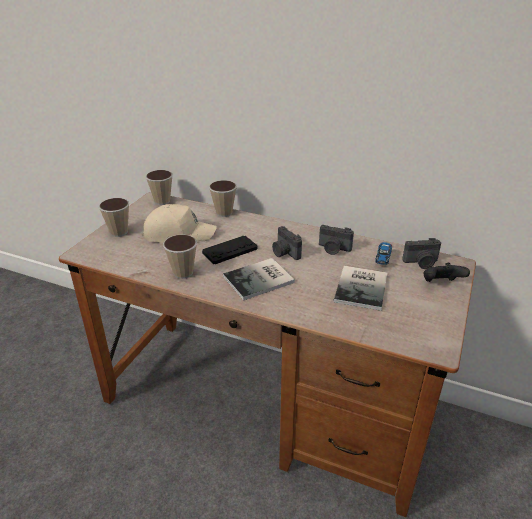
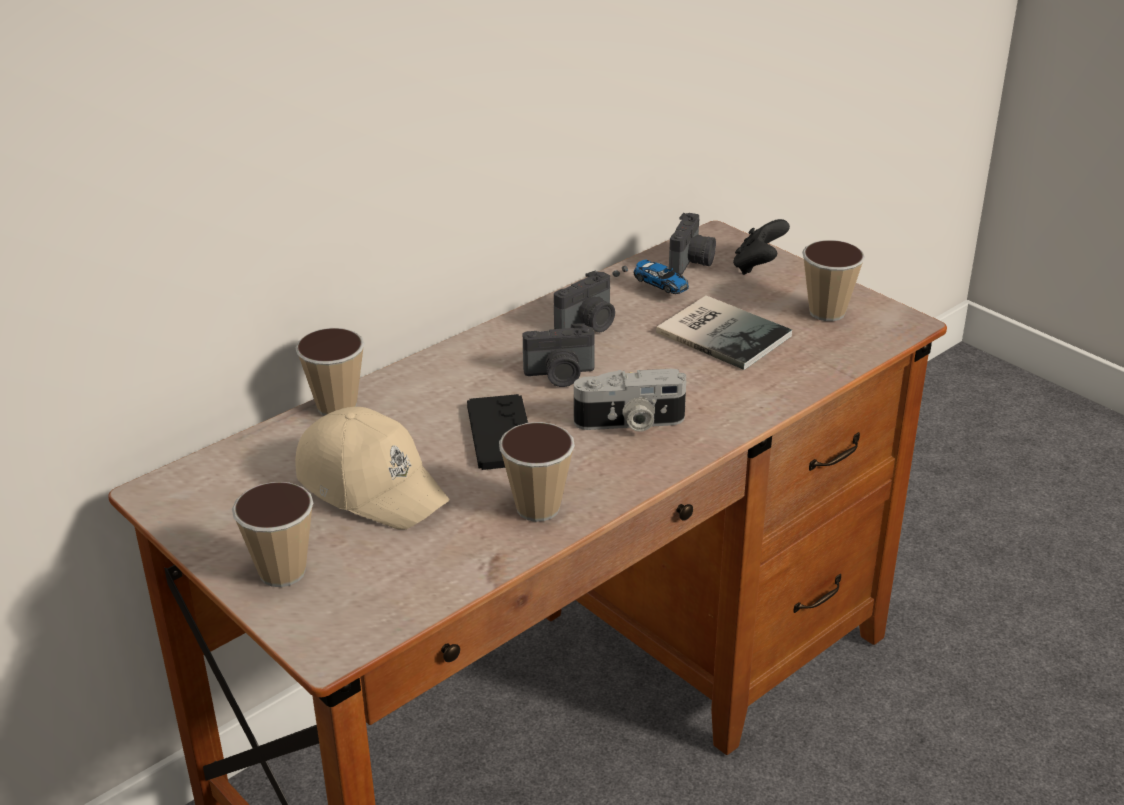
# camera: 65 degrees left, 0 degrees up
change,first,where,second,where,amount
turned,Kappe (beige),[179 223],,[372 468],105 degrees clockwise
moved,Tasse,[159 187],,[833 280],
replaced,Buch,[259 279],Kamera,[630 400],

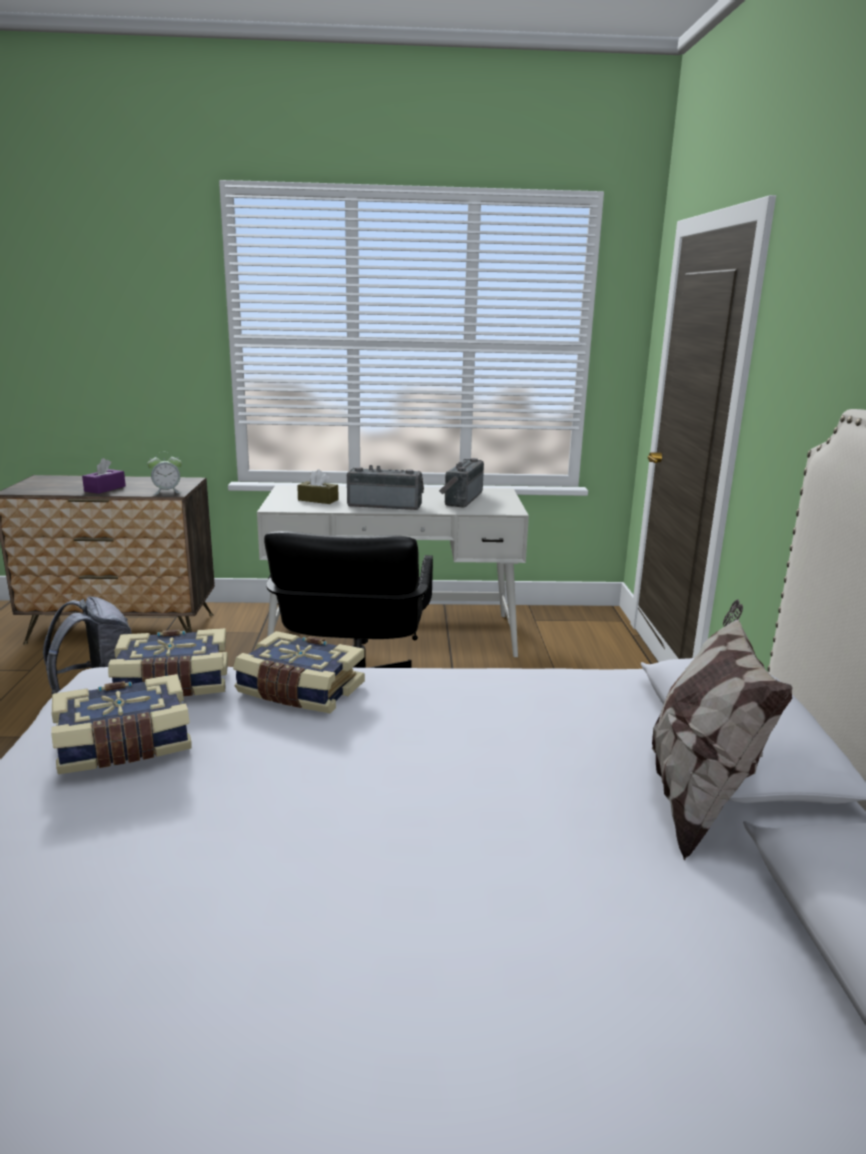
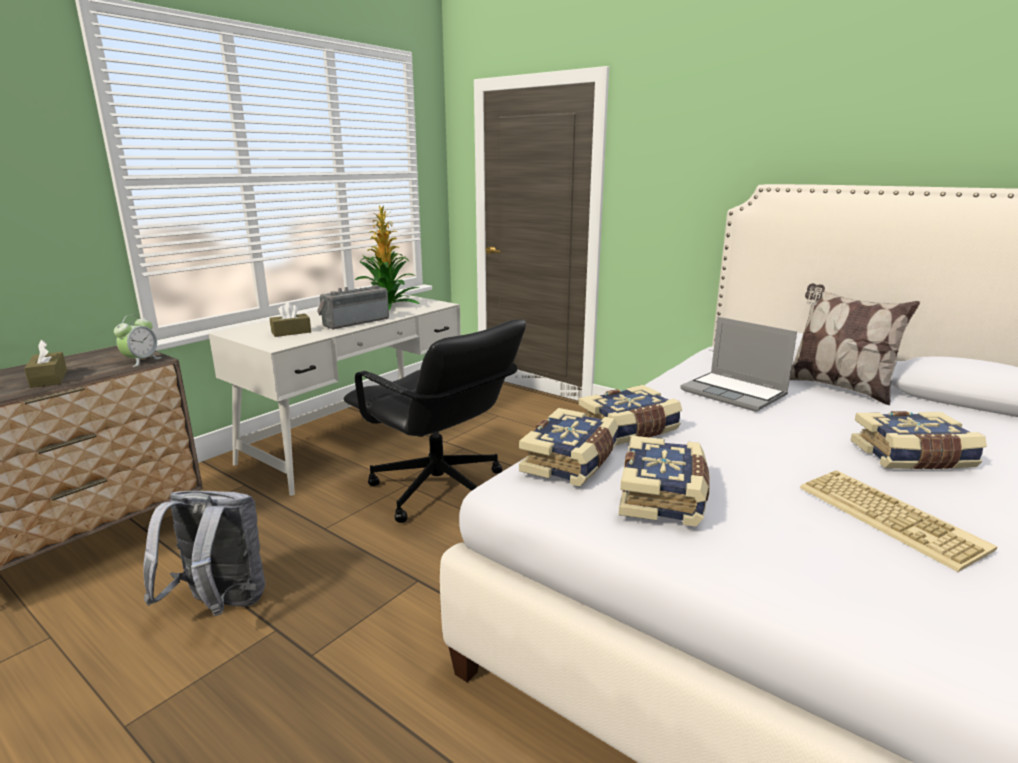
# camera: 50 degrees left, 0 degrees up
change,first,where,second,where,amount
recoloured,Taschentuchbox (lila),[104 476],Taschentuchbox (braun),[45 364],
replaced,Radio,[461 483],Topfpflanze,[387 258],
added,,,Laptop,[738 364],
added,,,Tastatur,[898 521],
added,,,Buch,[919 440],

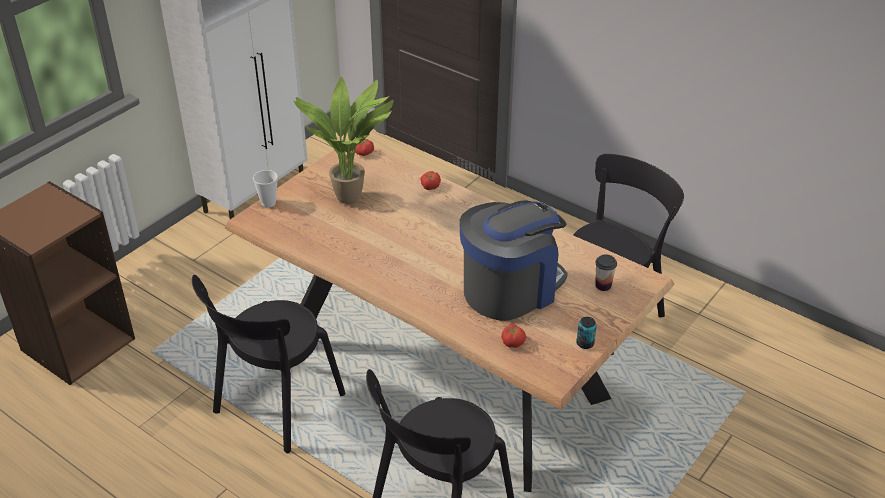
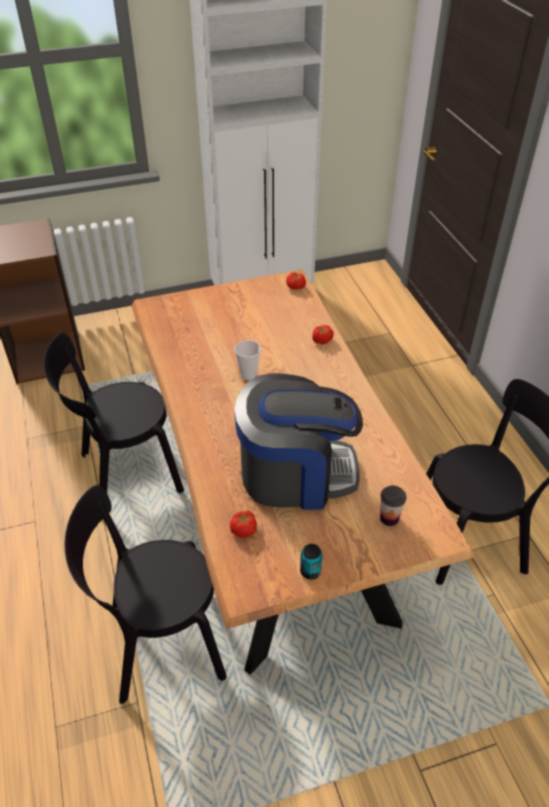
# camera: 35 degrees right, 5 degrees up
change,first,where,second,where,amount
moved,Tasse,[265 189],,[247 360],
removed,Topfpflanze,[344 140],,,

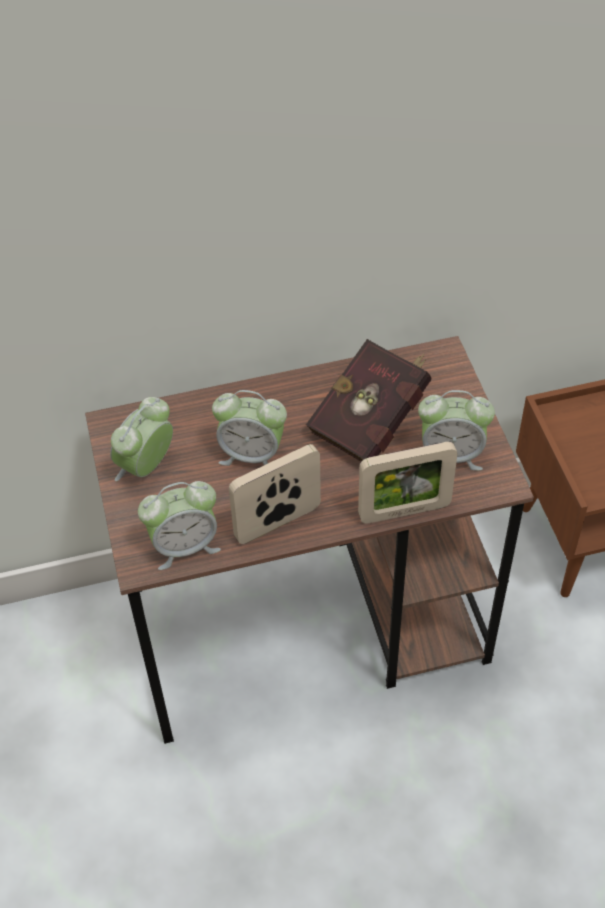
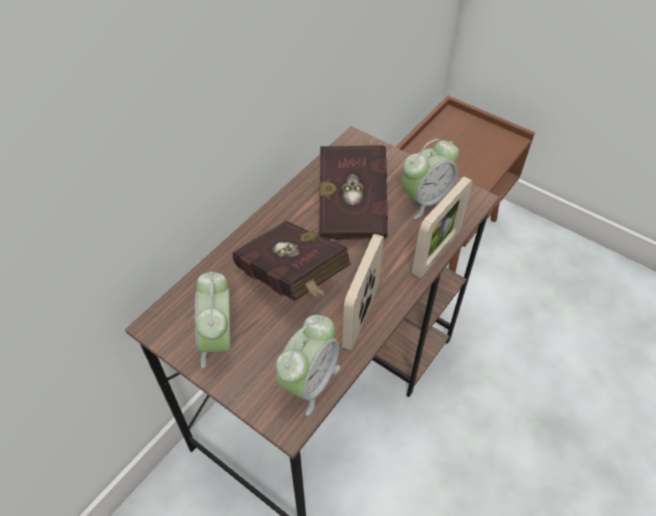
# camera: 40 degrees left, 0 degrees up
change,first,where,second,where,amount
replaced,Wecker,[249 428],Buch (rot),[291 261],

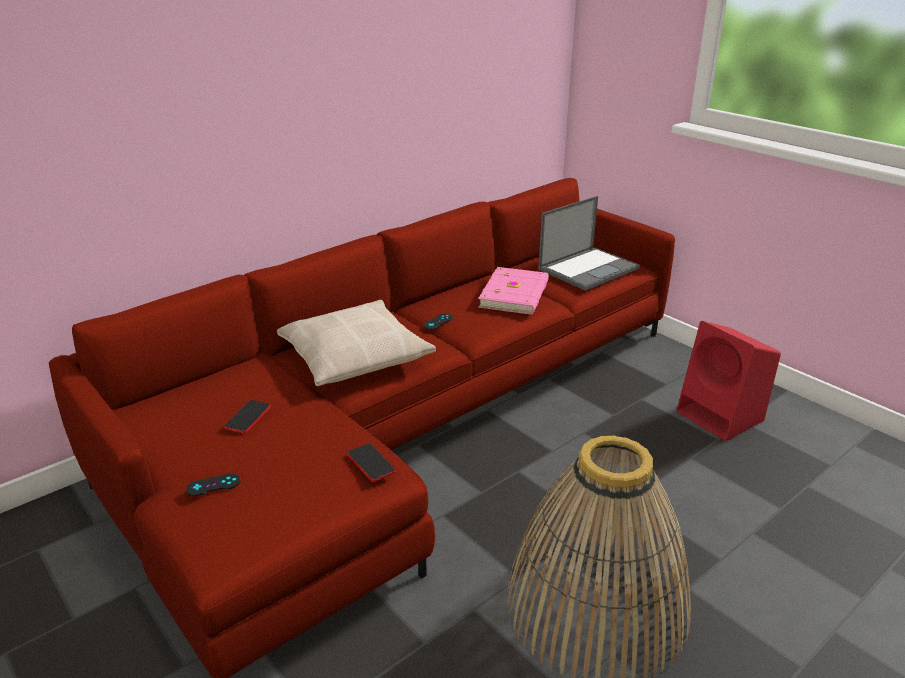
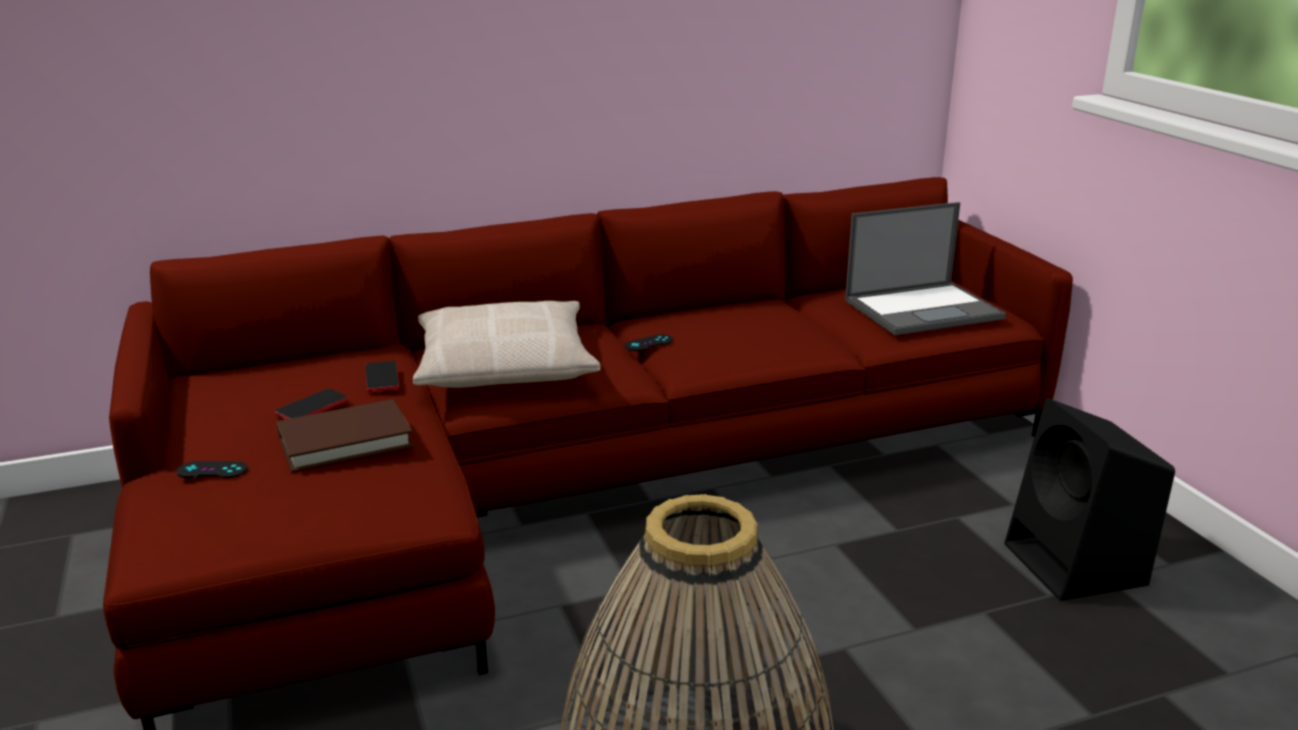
# camera: 20 degrees right, 5 degrees down
change,first,where,second,where,amount
moved,Handy,[371 463],,[382 376],
removed,Buch (rosa),[513 291],,,
recoloured,Lautsprecher (rot),[729 381],Lautsprecher (schwarz),[1090 499],
added,,,Buch (braun),[345 436],

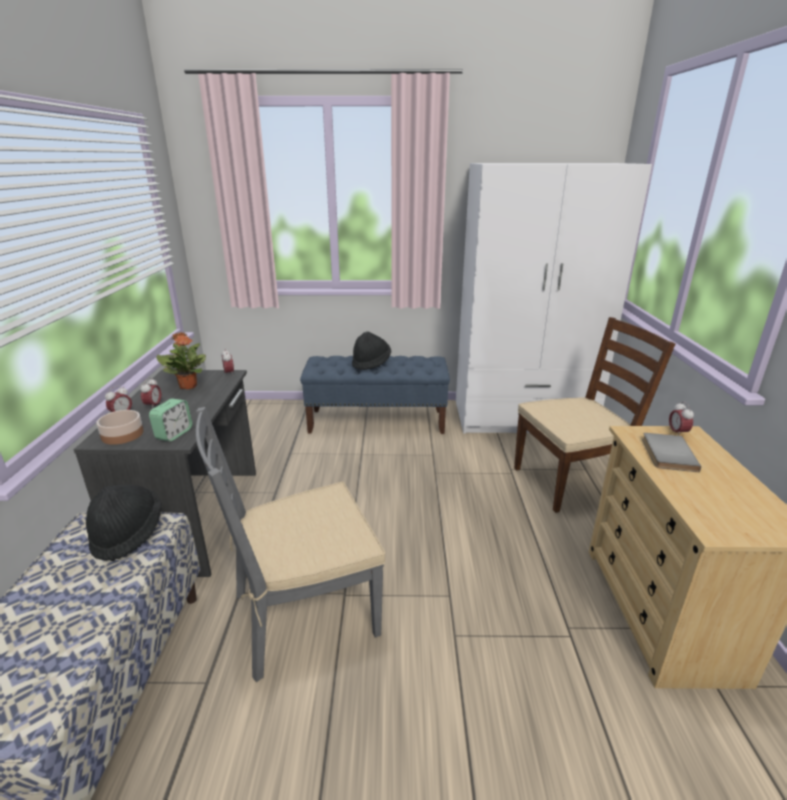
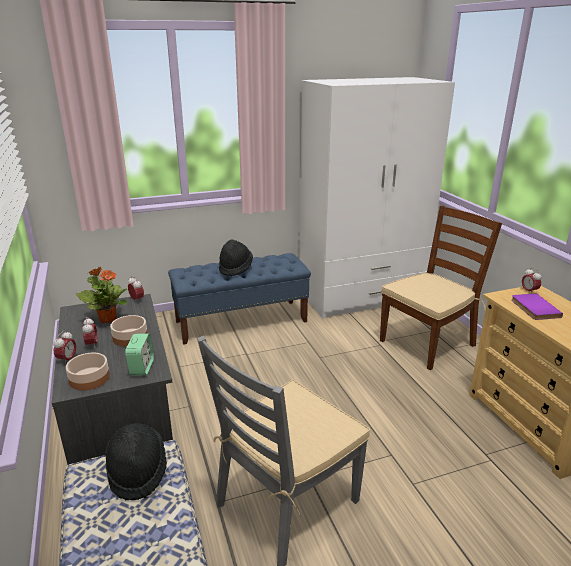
# camera: 20 degrees left, 0 degrees up
change,first,where,second,where,amount
recoloured,Buch (grau),[671 452],Buch (lila),[537 306],
added,,,Schüssel,[128 331],

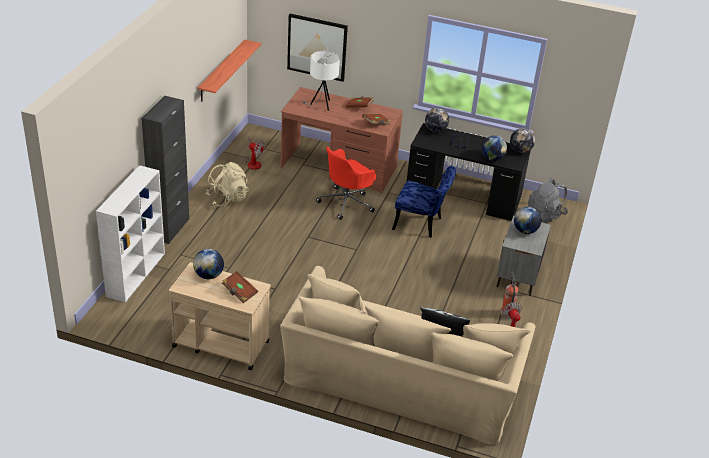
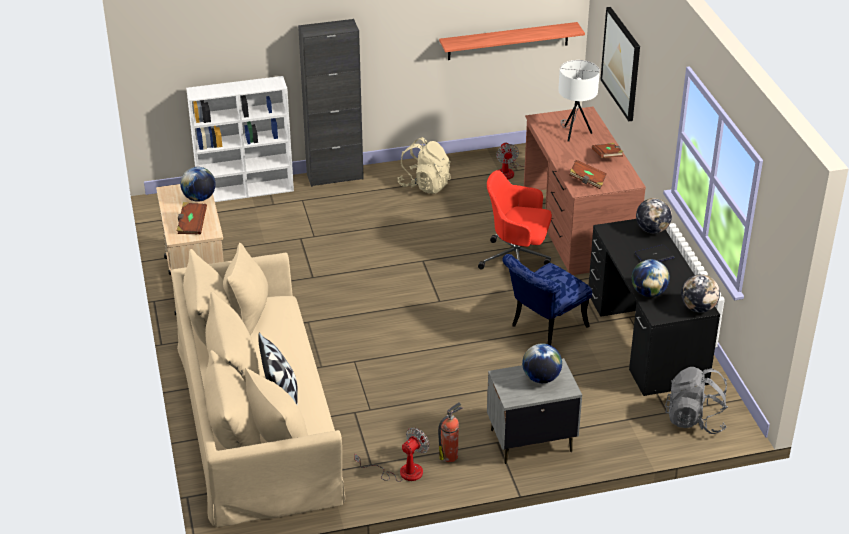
# camera: 60 degrees right, 0 degrees up
change,first,where,second,where,amount
turned,Stuhl (blau),[424 202],,[547 299],60 degrees clockwise

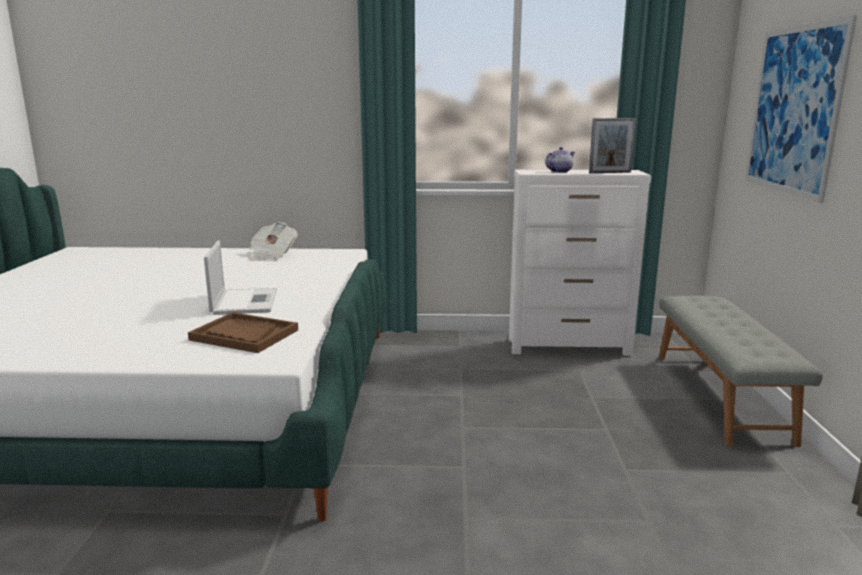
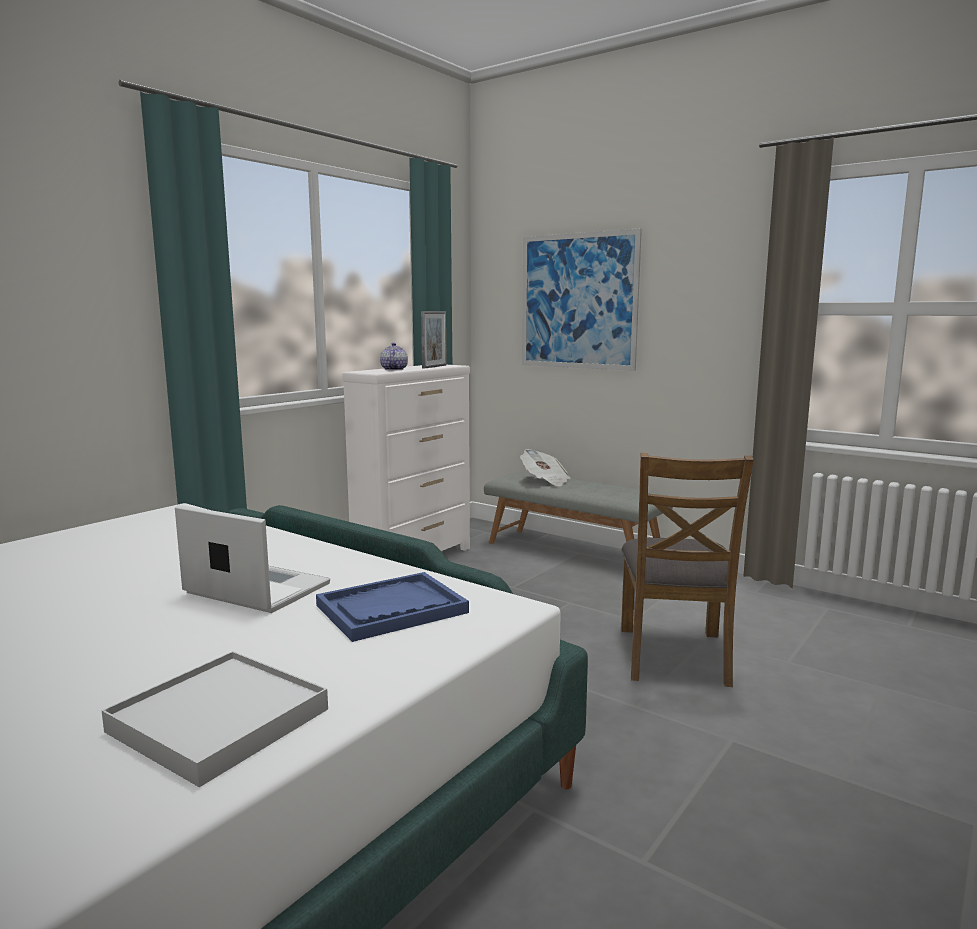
# camera: 55 degrees left, 5 degrees down
change,first,where,second,where,amount
recoloured,Tablett (braun),[243 332],Tablett (blau),[392 607],
moved,Zeitung,[273 241],,[545 467],
added,,,Tablett (weiß),[214 719],
added,,,Stuhl (braun),[687 570],

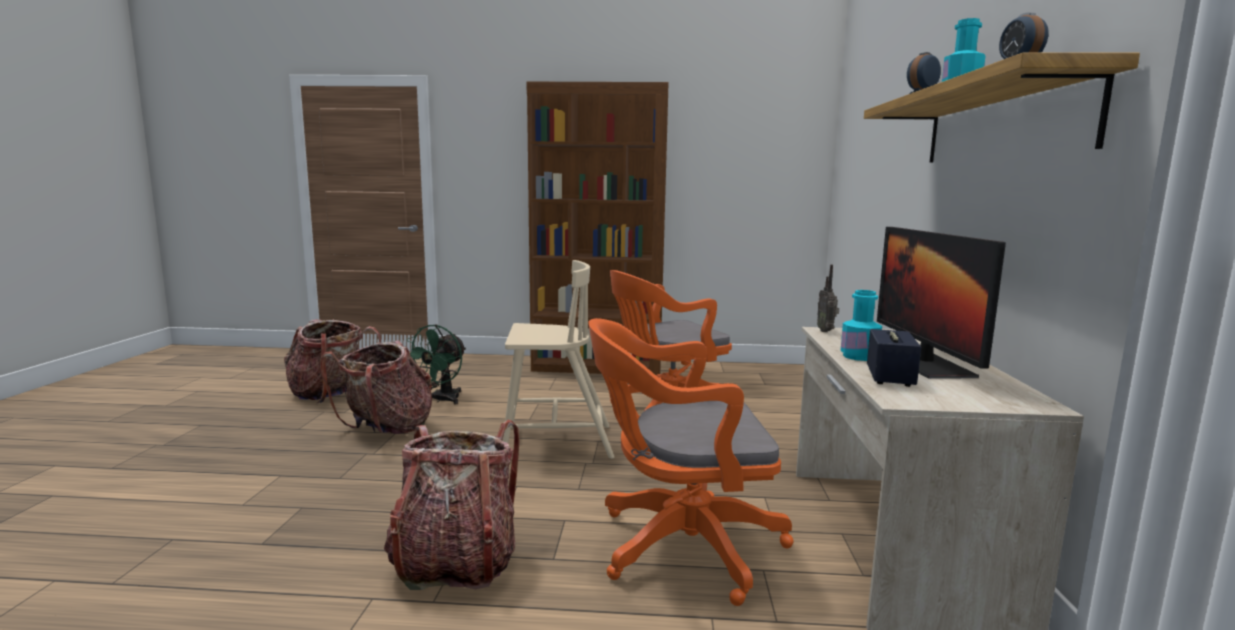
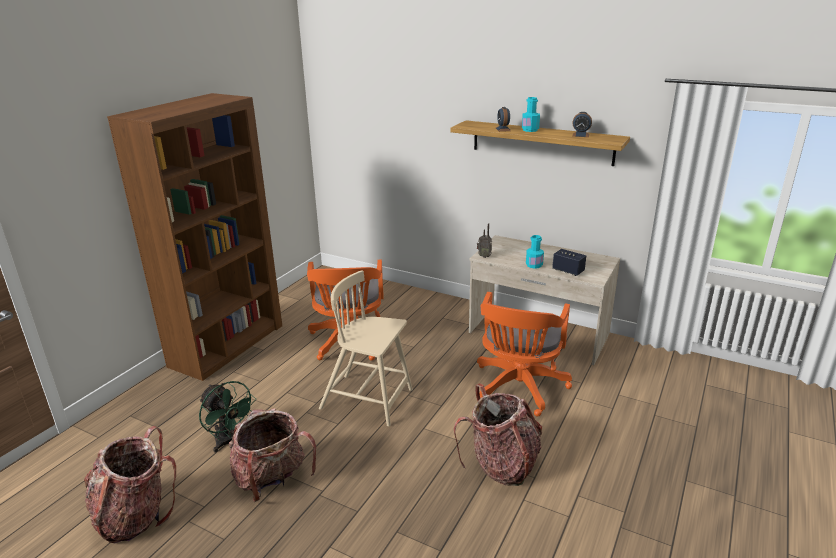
# camera: 65 degrees left, 15 degrees up
change,first,where,second,where,amount
turned,Stuhl (beige),[559 359],,[366 348],90 degrees counterclockwise
removed,Monitor,[941 303],,,

